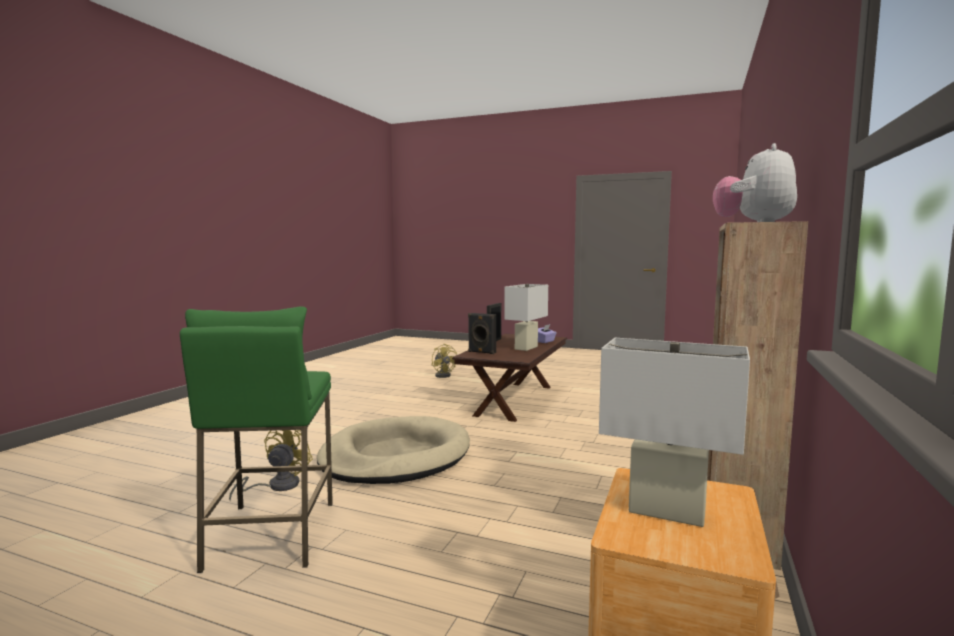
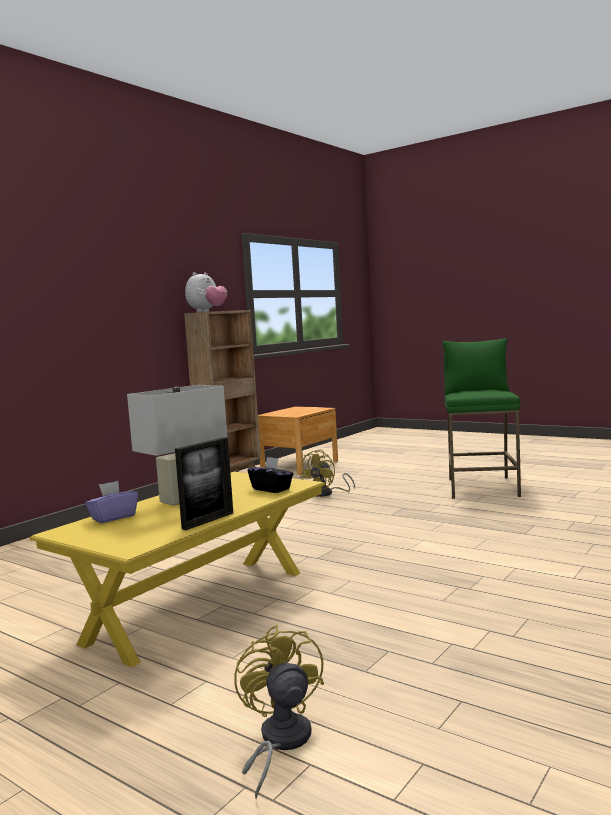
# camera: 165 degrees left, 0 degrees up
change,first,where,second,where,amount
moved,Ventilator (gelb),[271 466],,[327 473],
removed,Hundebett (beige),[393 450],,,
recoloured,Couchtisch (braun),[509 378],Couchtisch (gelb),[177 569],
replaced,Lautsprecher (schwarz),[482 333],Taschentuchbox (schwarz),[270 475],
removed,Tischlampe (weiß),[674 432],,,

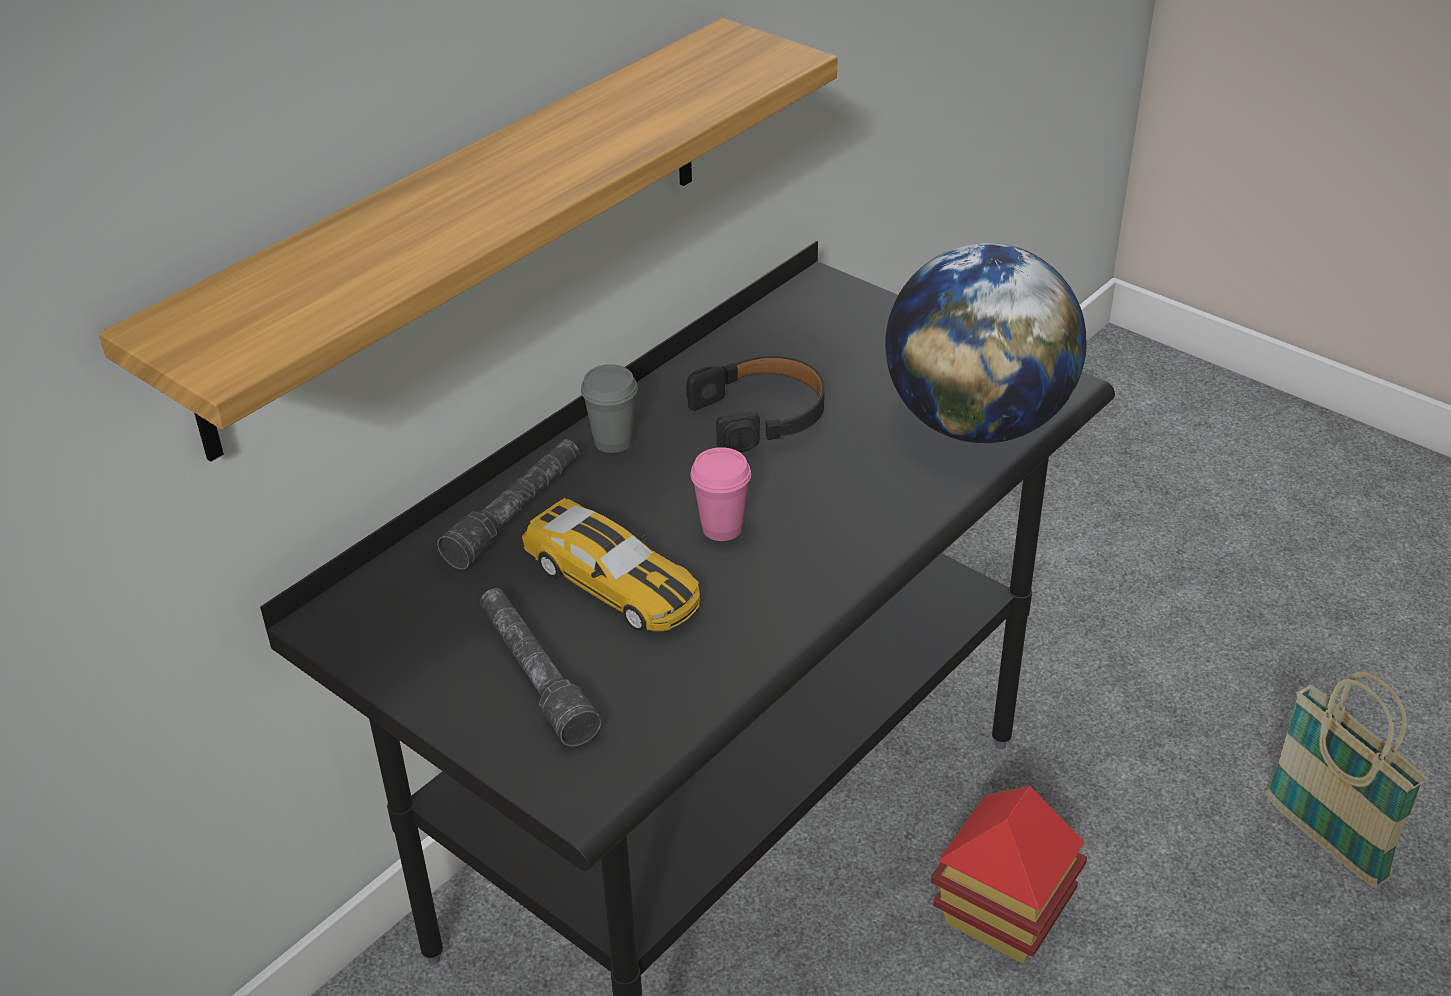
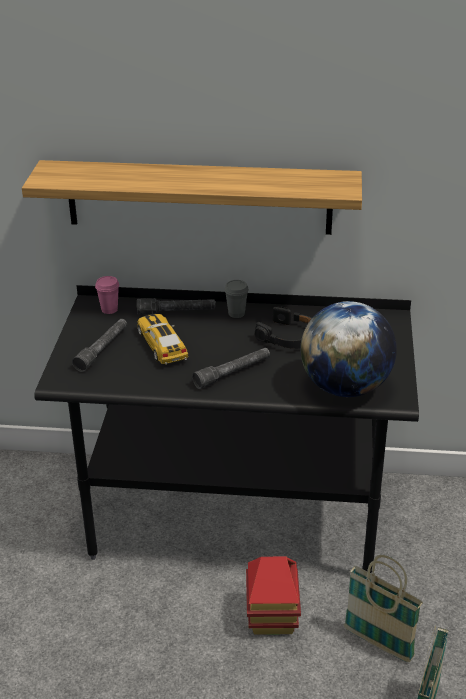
# camera: 55 degrees right, 5 degrees down
change,first,where,second,where,amount
turned,Spielzeugauto,[611 565],,[162 339],150 degrees clockwise
moved,Tasse (rosa),[721 494],,[107 295],
added,,,Taschenlampe (grau),[231 368],
added,,,Korb,[383 608],

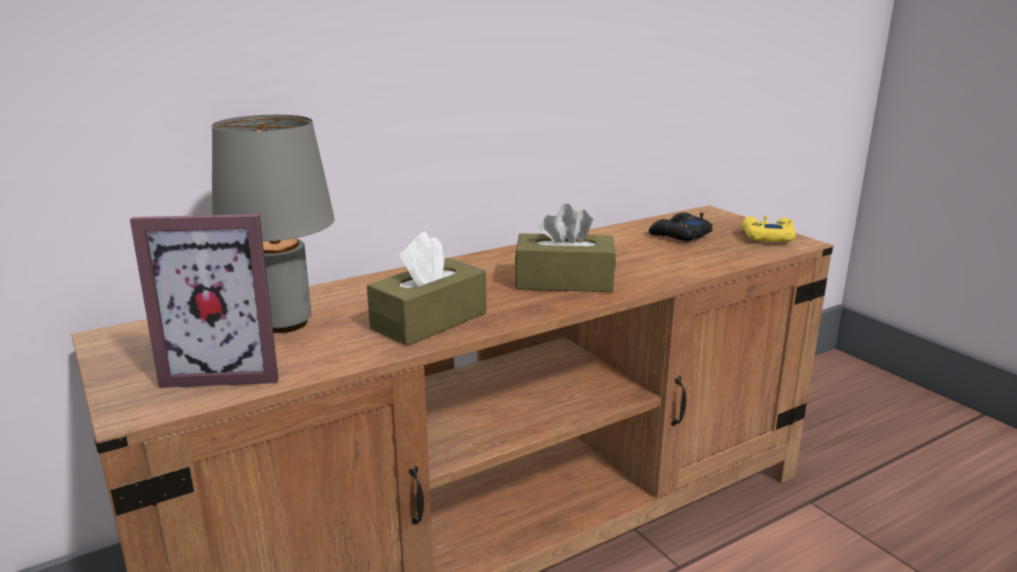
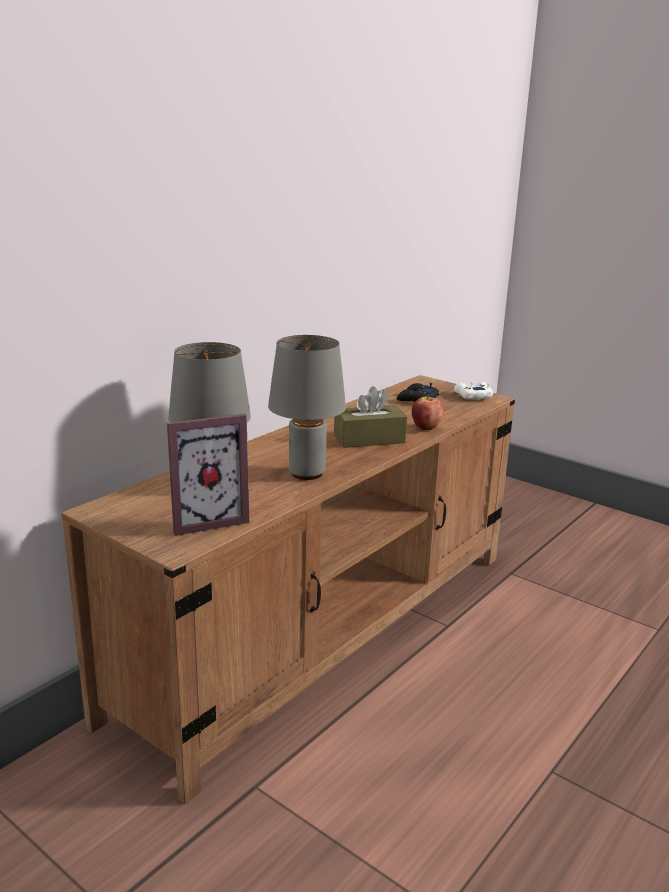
# camera: 20 degrees left, 0 degrees up
change,first,where,second,where,amount
replaced,Taschentuchbox (braun),[427 289],Tischlampe (grau),[307 407],
recoloured,Gamepad (gelb),[768 229],Gamepad (weiß),[473 390],
added,,,Apfel,[428 412],

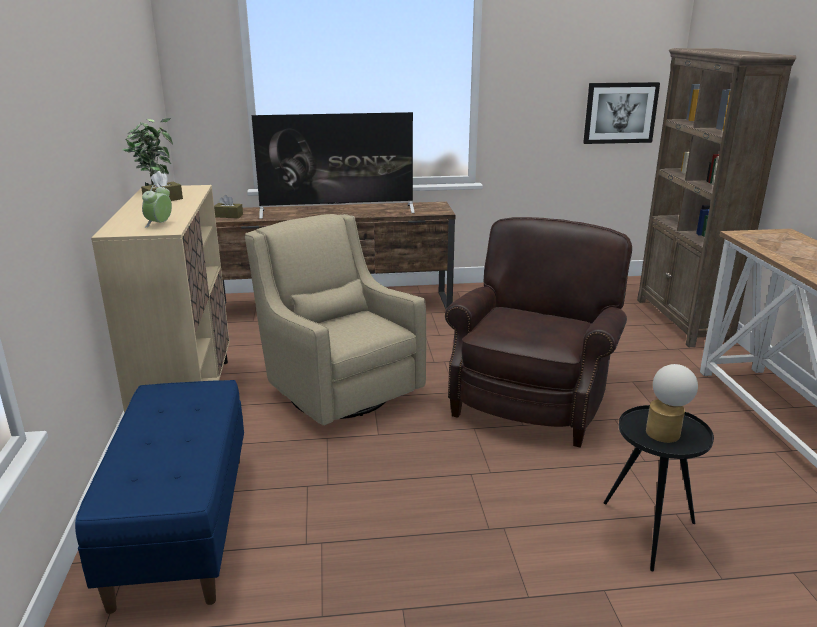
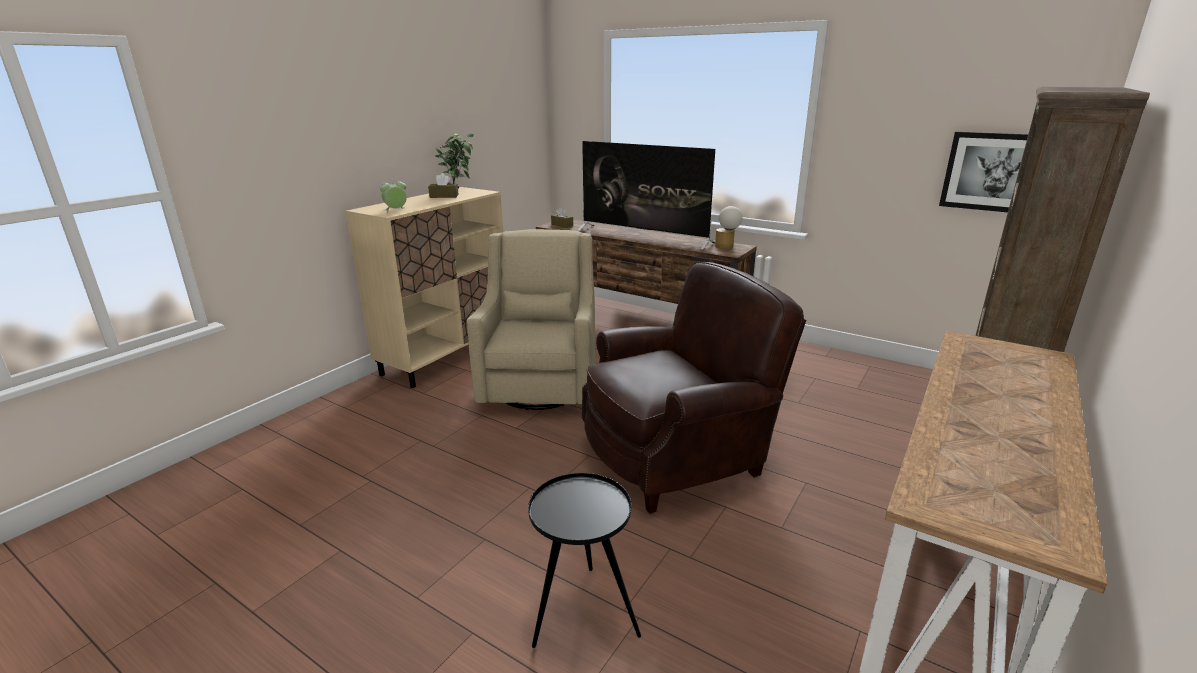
# camera: 40 degrees right, 0 degrees up
change,first,where,second,where,amount
removed,Bank (blau),[159 497],,,
moved,Tischlampe,[672 403],,[729 227],

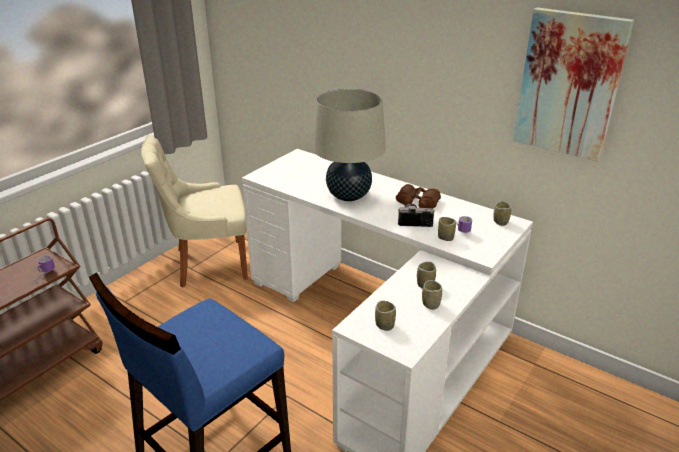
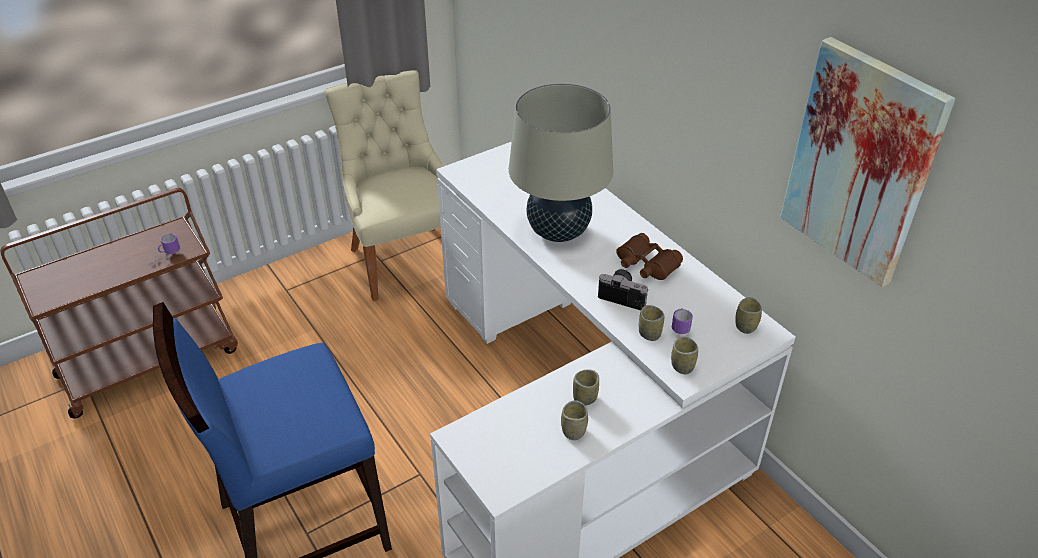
# camera: 20 degrees right, 10 degrees up
change,first,where,second,where,amount
turned,Stuhl (beige),[194 211],,[384 185],60 degrees clockwise
moved,Tasse,[385 315],,[684 355],

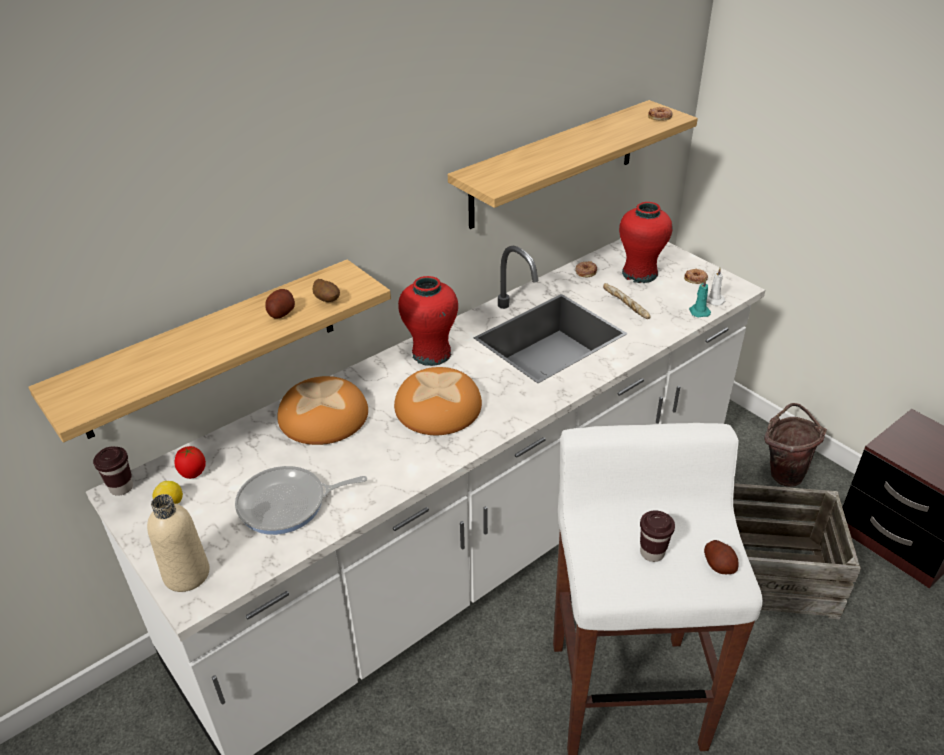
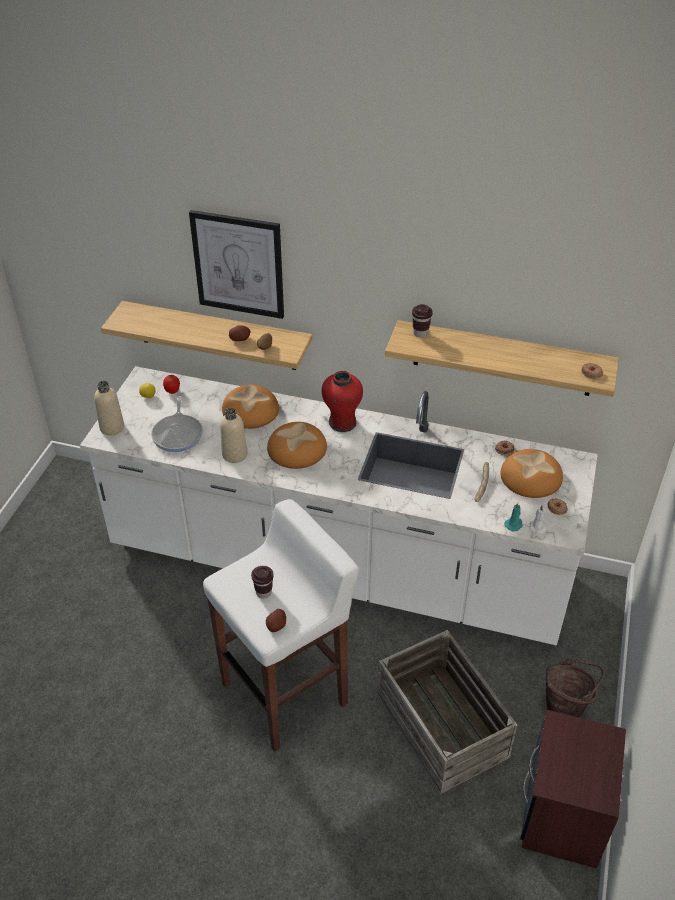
# camera: 55 degrees right, 5 degrees up
change,first,where,second,where,amount
moved,Tasse (braun),[113 471],,[422 320],
turned,Pfanne,[301 500],,[177 424],135 degrees counterclockwise
replaced,Vase (rot),[645 242],Brot,[532 473],
added,,,Bild,[236 264],
added,,,Flasche (beige),[233 435],

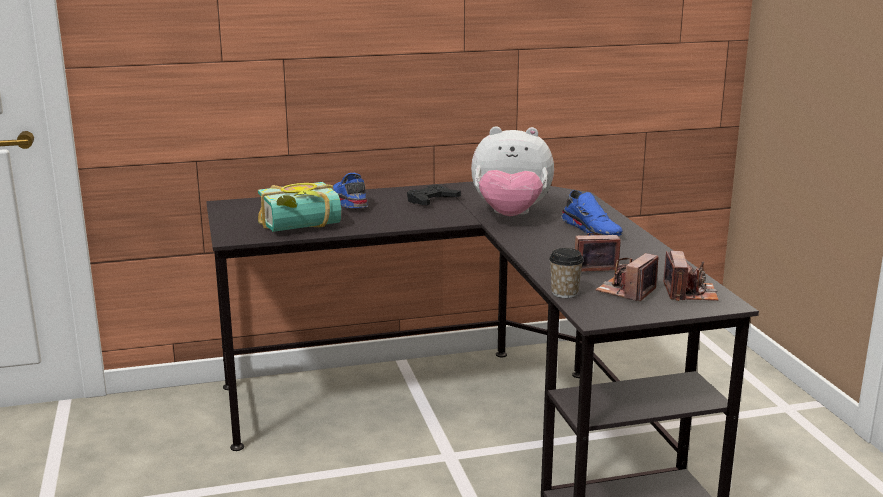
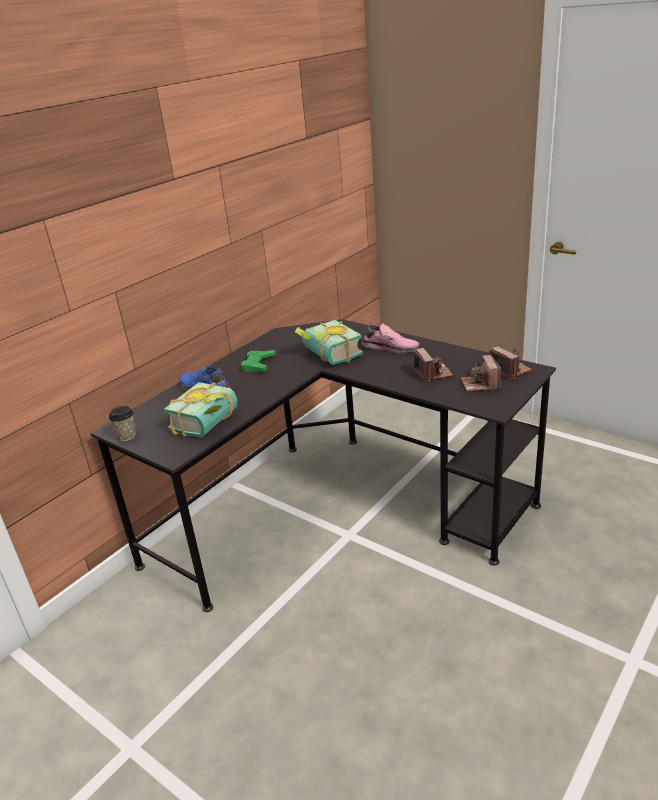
# camera: 35 degrees left, 10 degrees up
change,first,where,second,where,amount
recoloured,Gamepad (schwarz),[434 194],Gamepad (grün),[258 361],
replaced,Plüschtier,[512 171],Buch,[329 342],
moved,Tasse,[566 273],,[122 423],
recoloured,Schuh (blau),[591 213],Schuh (rosa),[391 339],
turned,Kamera,[598 252],,[433 365],120 degrees clockwise

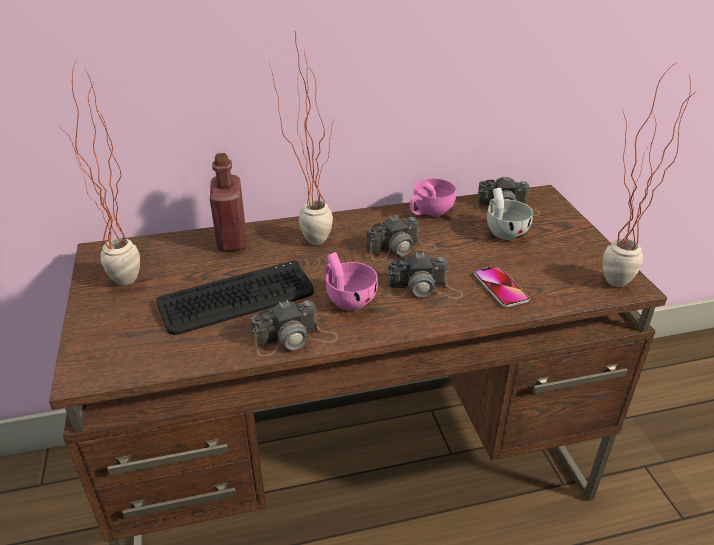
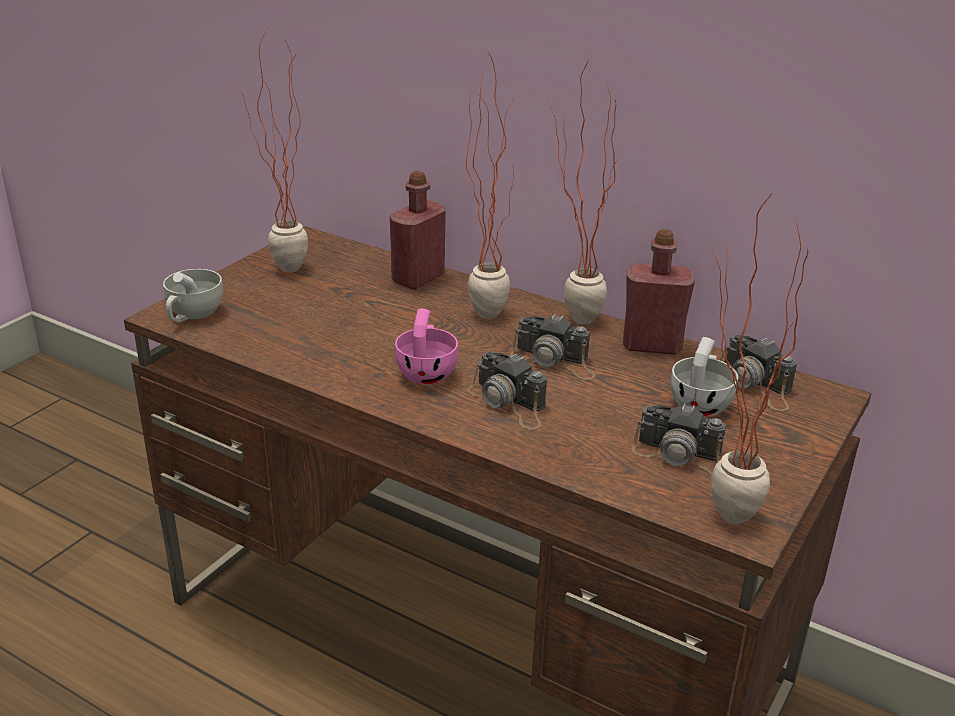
# camera: 45 degrees right, 5 degrees down
change,first,where,second,where,amount
removed,Tastatur,[235 298],,,
moved,Kamera,[294 328],,[679 439],
replaced,Tasse (rosa),[433 197],Flasche (rot),[659 292],
removed,Handy,[501 287],,,
added,,,Tasse (weiß),[193 295],
added,,,Topfpflanze,[583 192],

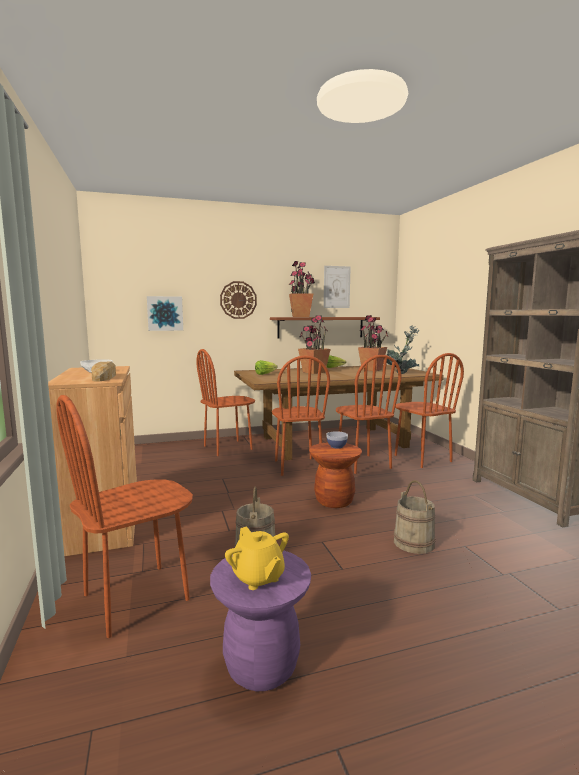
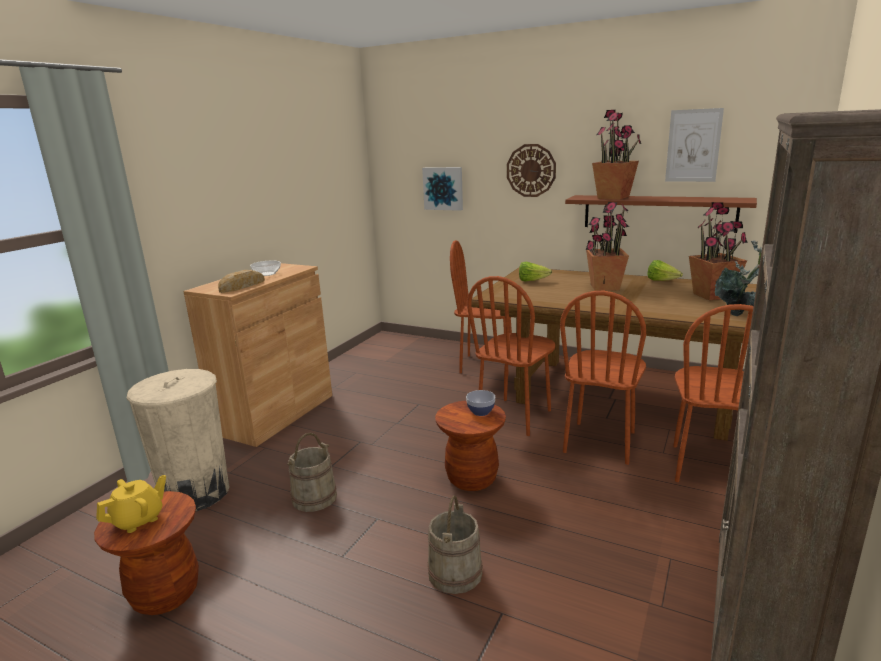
# camera: 45 degrees right, 10 degrees up
change,first,where,second,where,amount
replaced,Stuhl (braun),[124 516],Mülleimer (beige),[178 440],
recoloured,Hocker (lila),[260 620],Hocker (braun),[146 553],
turned,Teekanne (gelb),[257 558],,[131 504],150 degrees counterclockwise

